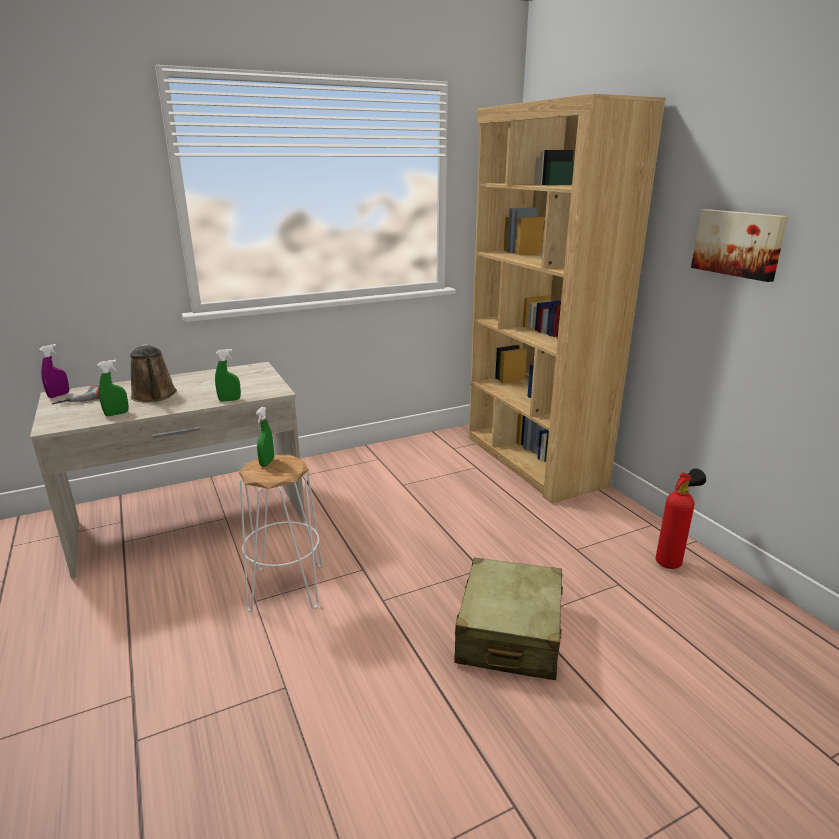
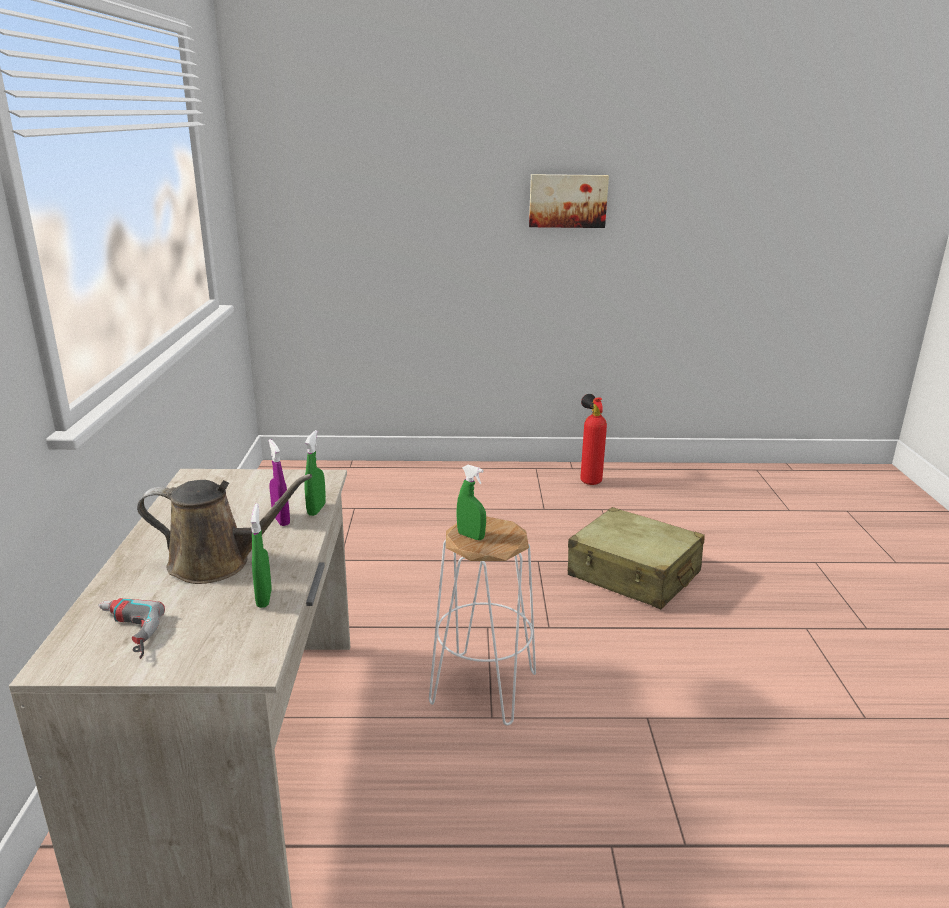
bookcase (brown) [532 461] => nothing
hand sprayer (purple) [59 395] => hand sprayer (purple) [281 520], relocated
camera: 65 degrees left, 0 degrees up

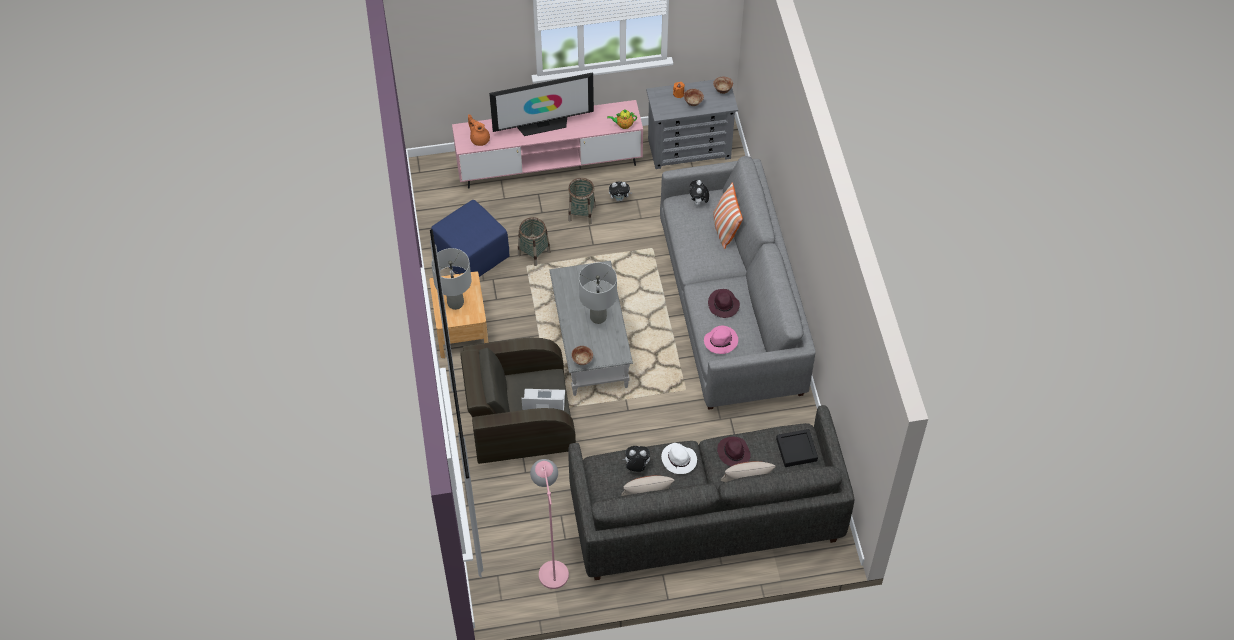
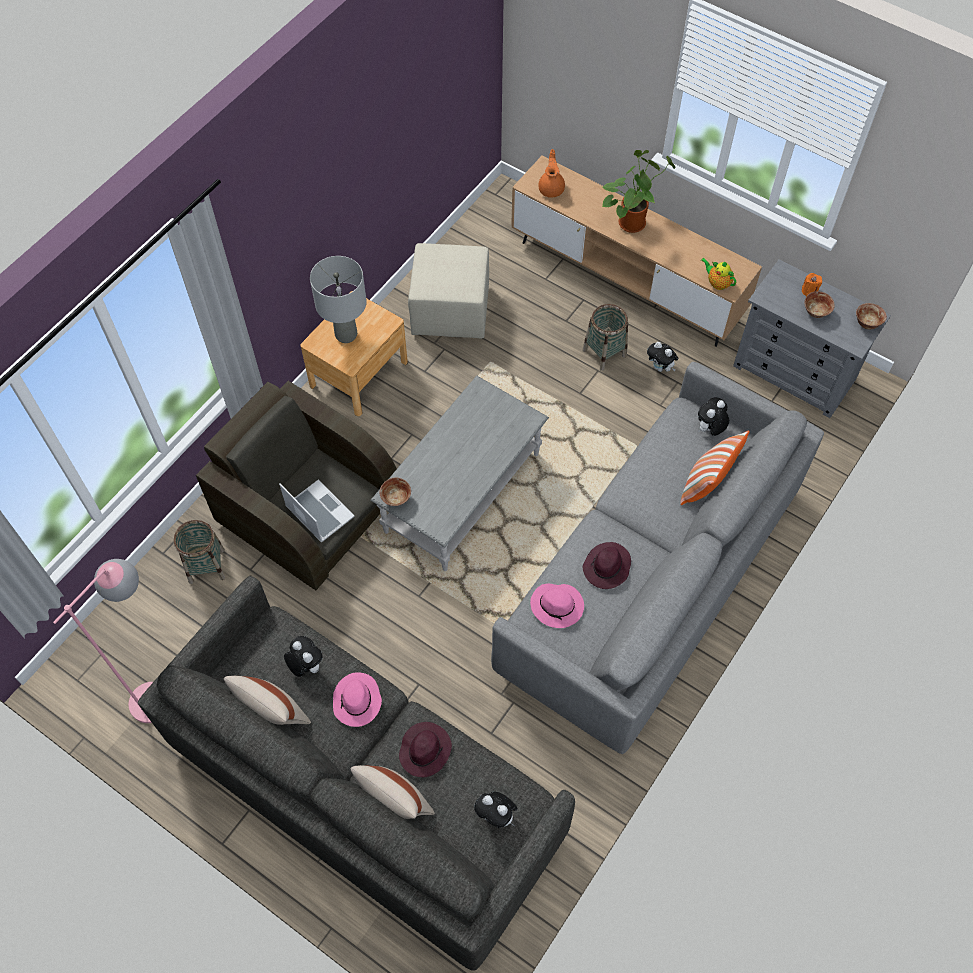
TV [543 125] => potted plant [632 221]
tv stand (pink-coloured) [549 166] => tv stand (brown) [625 281]
ottoman (blue-coloured) [472 255] => ottoman (sand-coloured) [451 310]
household basket [534 253] => household basket [206 565], relocated
lamp for a table (gray) [598 317] => nothing
serving tray (blackish) [796 450] => plush toy [496 816]
clothing hat (white) [679 460] => clothing hat (pink-coloured) [357 701]
camera: 45 degrees right, 5 degrees up

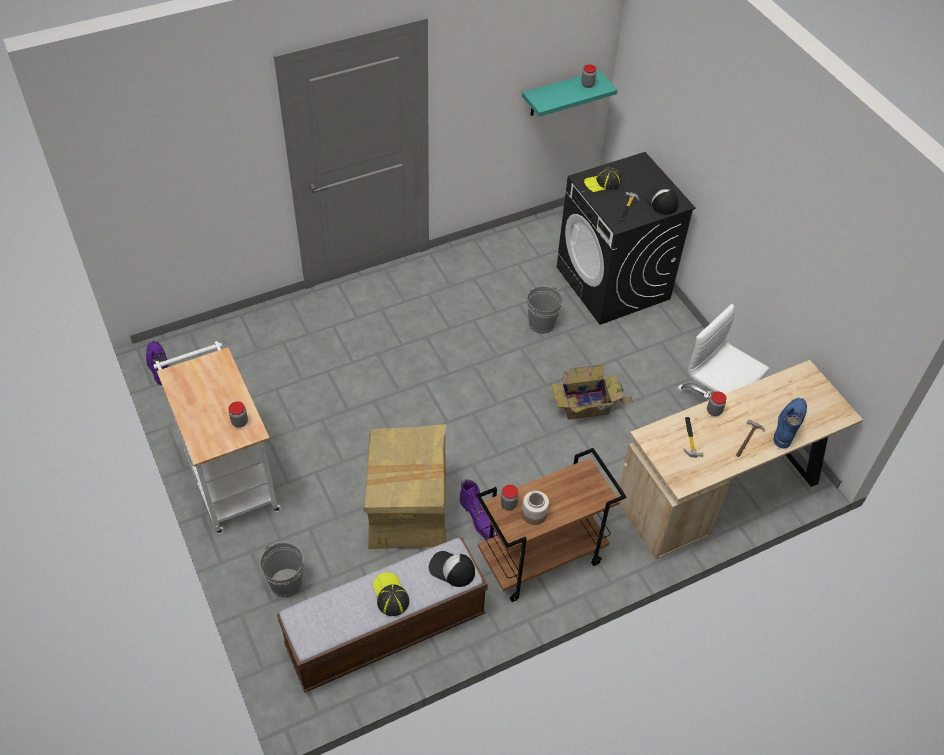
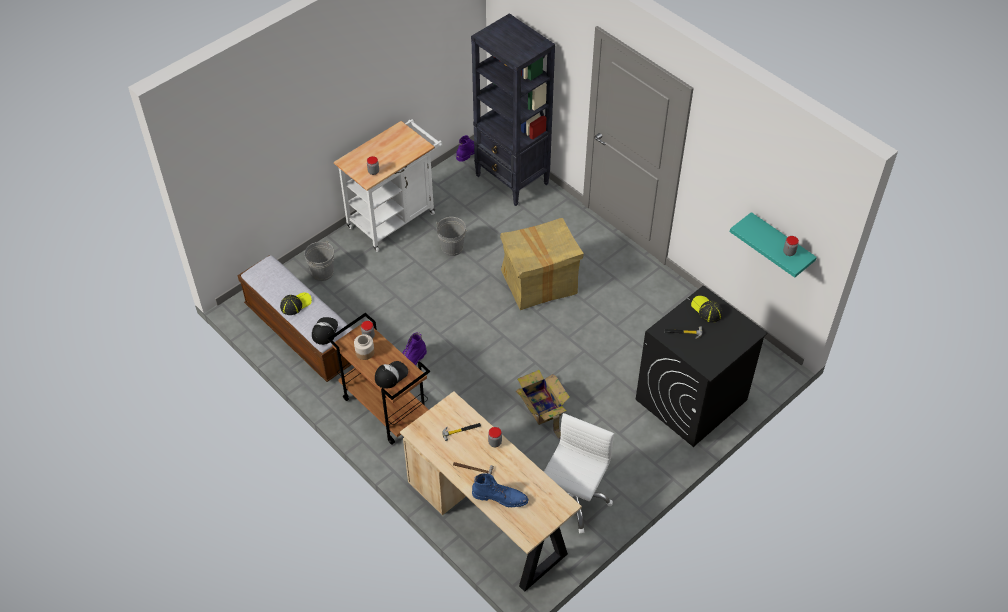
cap [660 202] => cap [391 375], relocated
bucket (gray) [541 323] => bucket (gray) [452 248], relocated
carton [407 511] => carton [539 282], relocated
nothing => bookcase (blackish) [512 180]
camera: 75 degrees right, 0 degrees up

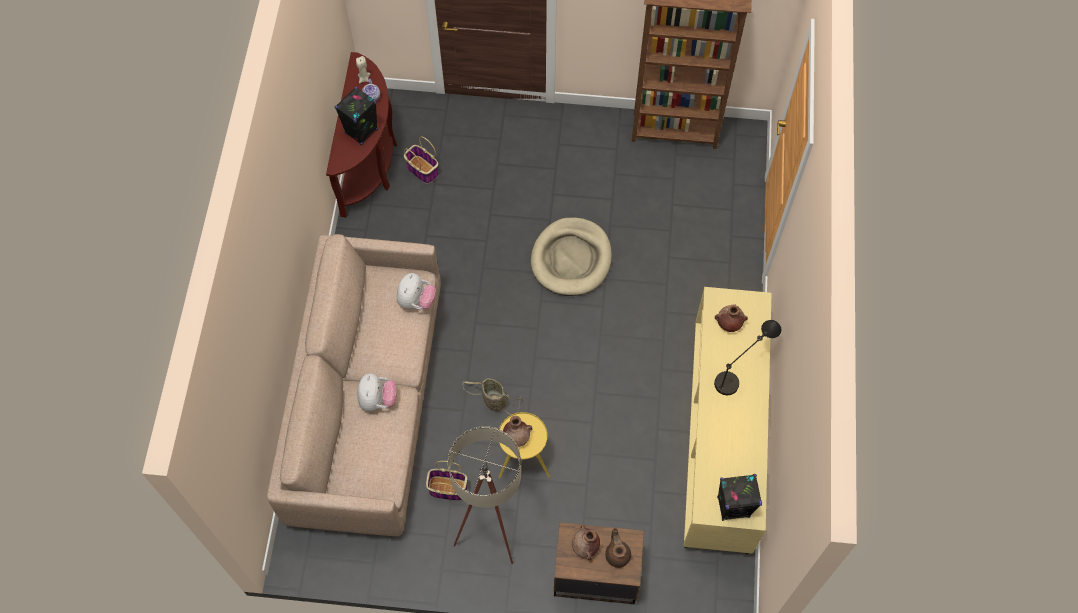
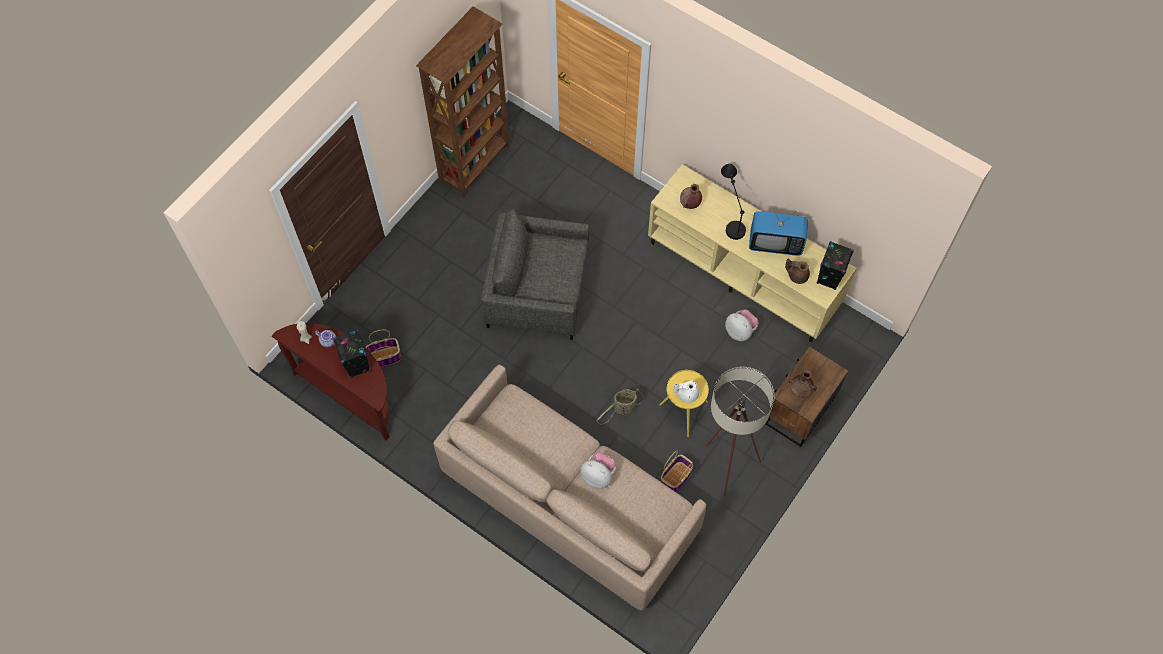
dog bed (sand-coloured) [571 259] => armchair (gray) [537 292]
plush toy [416 301] => plush toy [740 331], relocated
decorative vase (brown) [516 437] => teapot (white) [686 394]
teapot (brown) [617 554] => teapot (brown) [797 275], relocated
nothing => TV [775 243]
camera: 60 degrees left, 0 degrees up

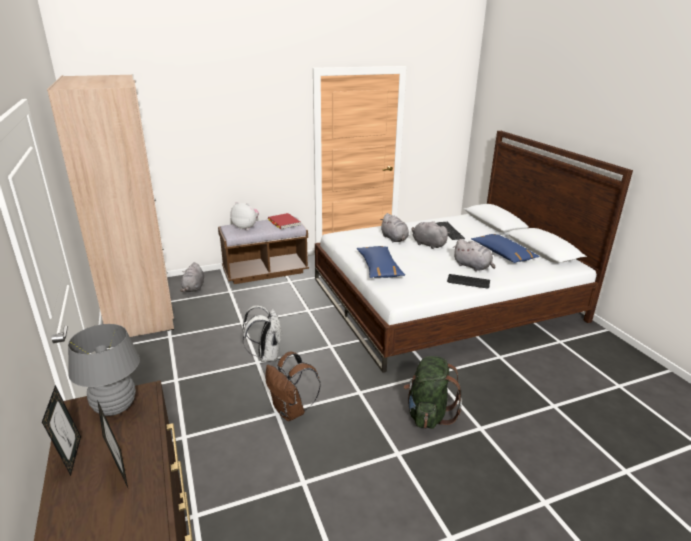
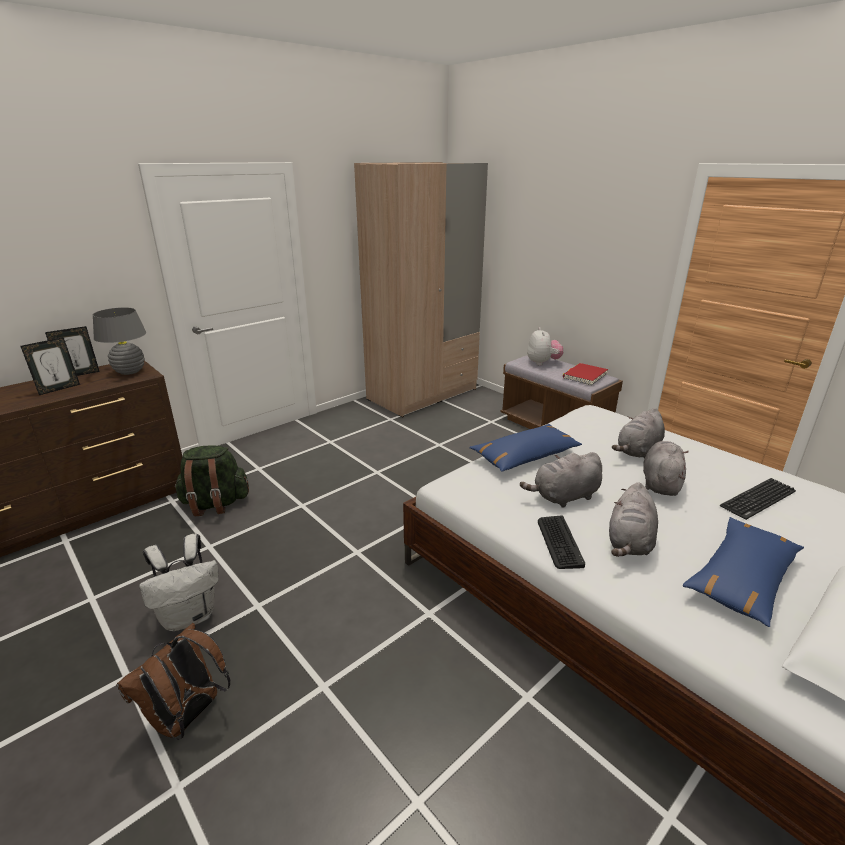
plush toy (gray) [194 288] => plush toy (gray) [564 497], relocated
backpack (white) [266 356] => backpack (white) [190 615], relocated
backpack (brown) [291 411] => backpack (brown) [188 717], relocated
backpack (greenish) [428 414] => backpack (greenish) [215 504], relocated
camera: 70 degrees right, 0 degrees up

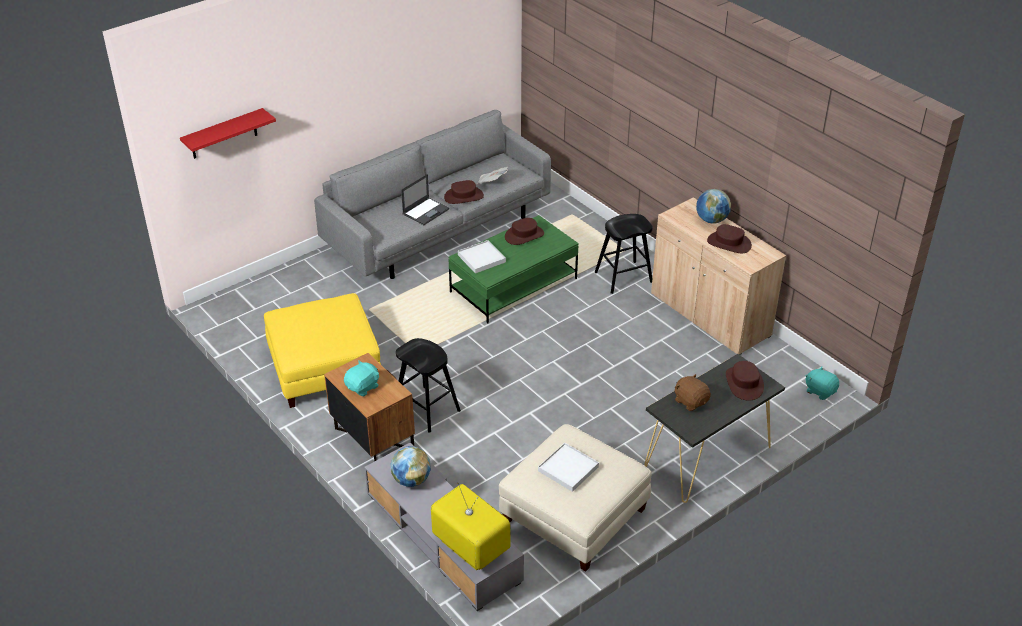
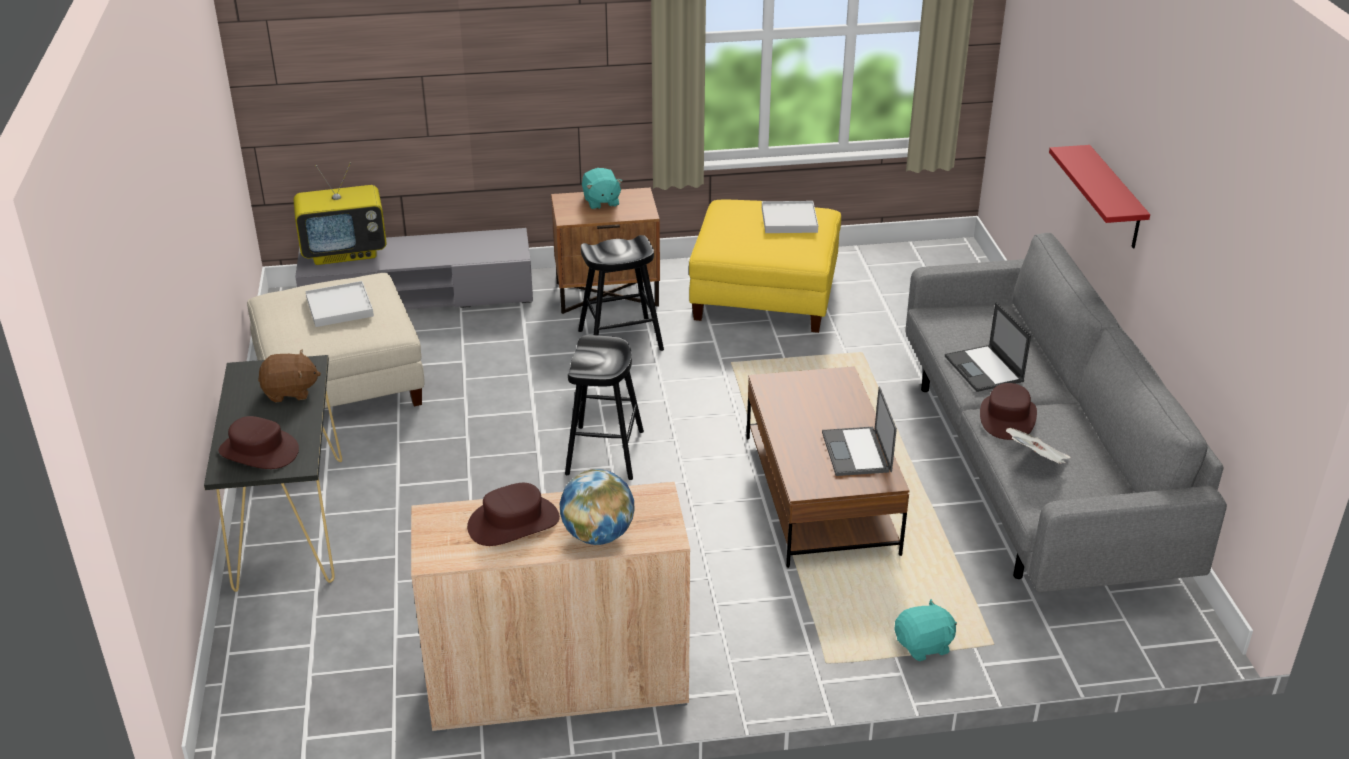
shelf (reddish) [223 134] => shelf (reddish) [1115 199], relocated
sitting stool (blackish) [623 277] => sitting stool (blackish) [605 452], relocated
coffee table (greenish) [513 285] => coffee table (brown) [820 494]
clothing hat (brown) [524 235] => portable computer [857 452]
serving tray (white) [481 258] => serving tray (white) [789 220], relocated
plush toy (turquoise-coloured) [820 391] => plush toy (turquoise-coloured) [924 646], relocated
globe [411 480] => nothing
camera: 120 degrees right, 5 degrees down

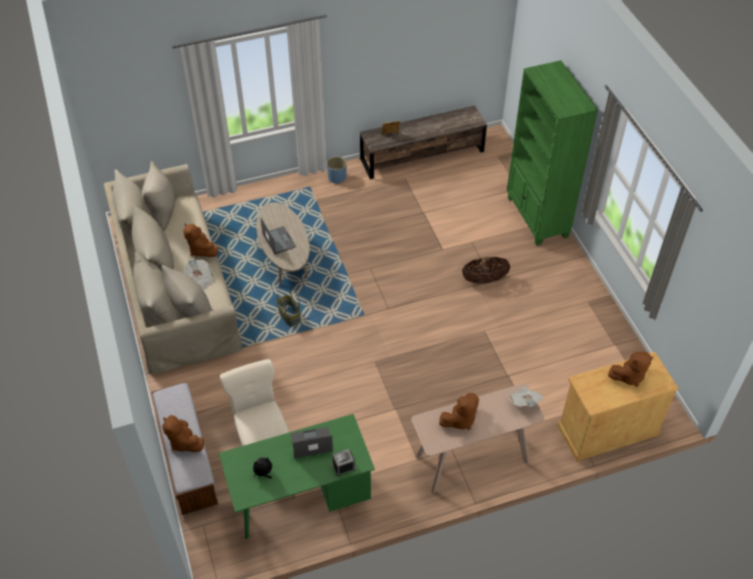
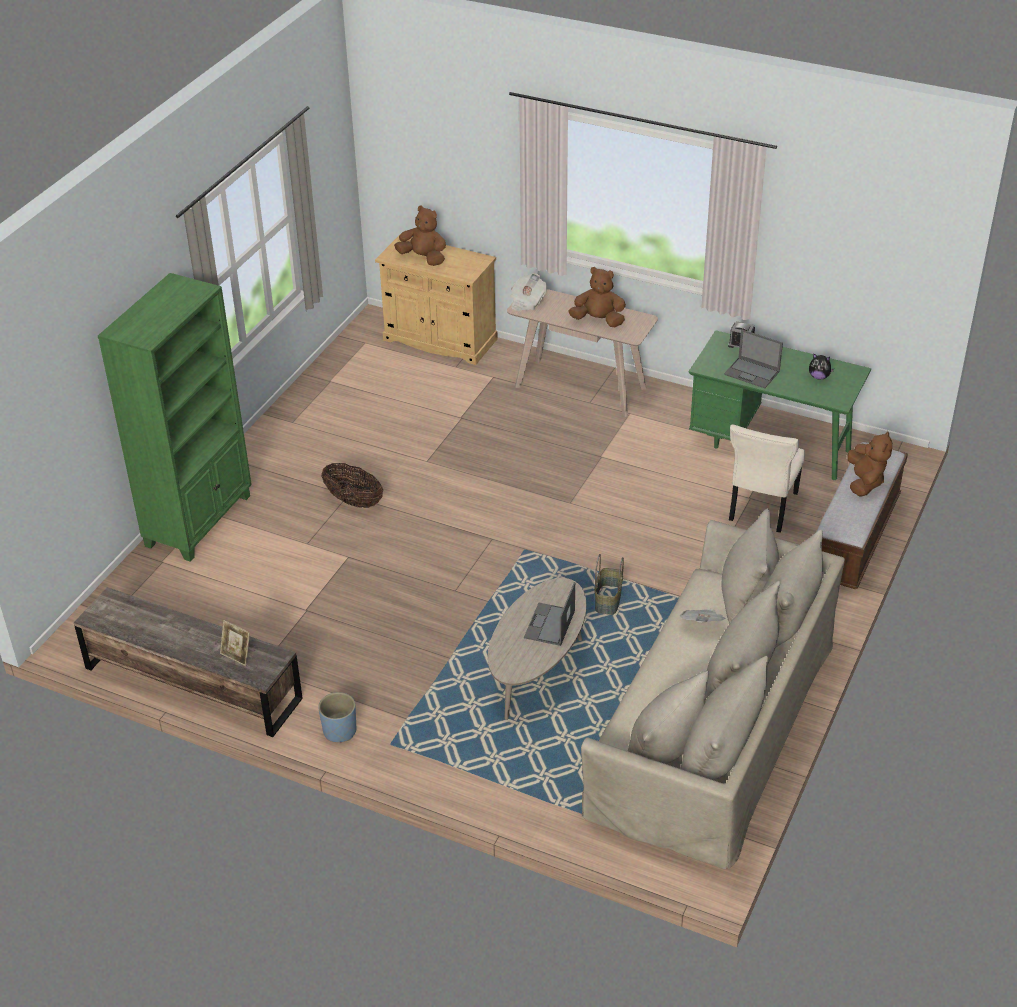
plush toy (brown) [201 250] => nothing
camera: 135 degrees left, 10 degrees down

